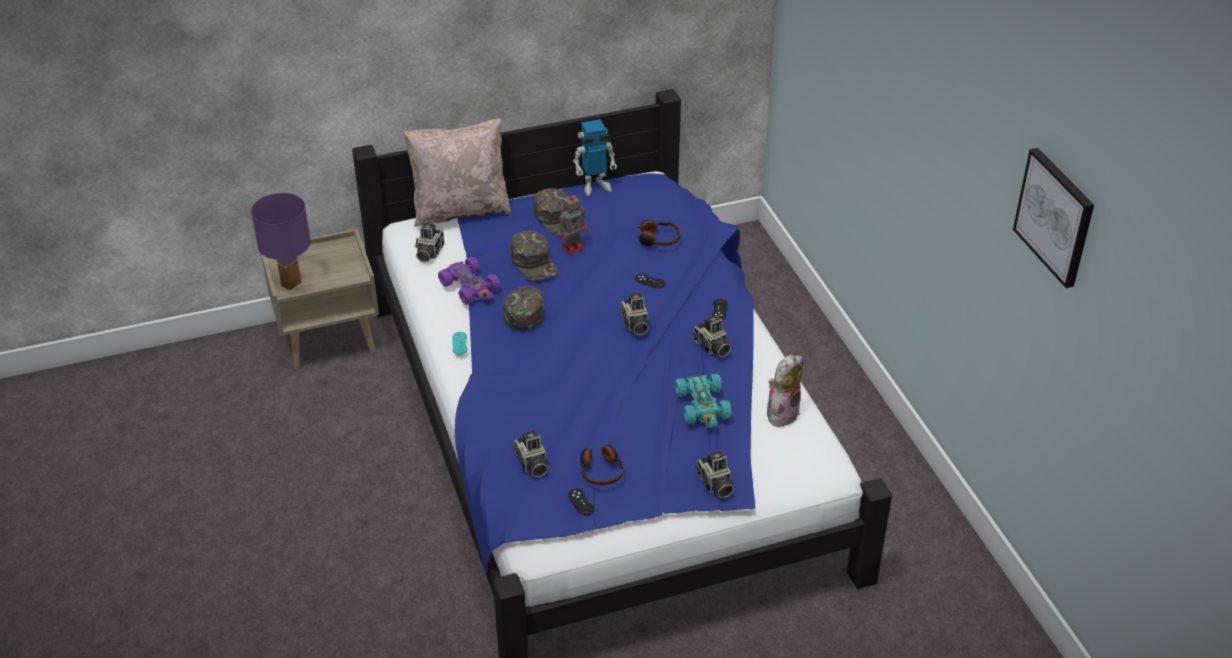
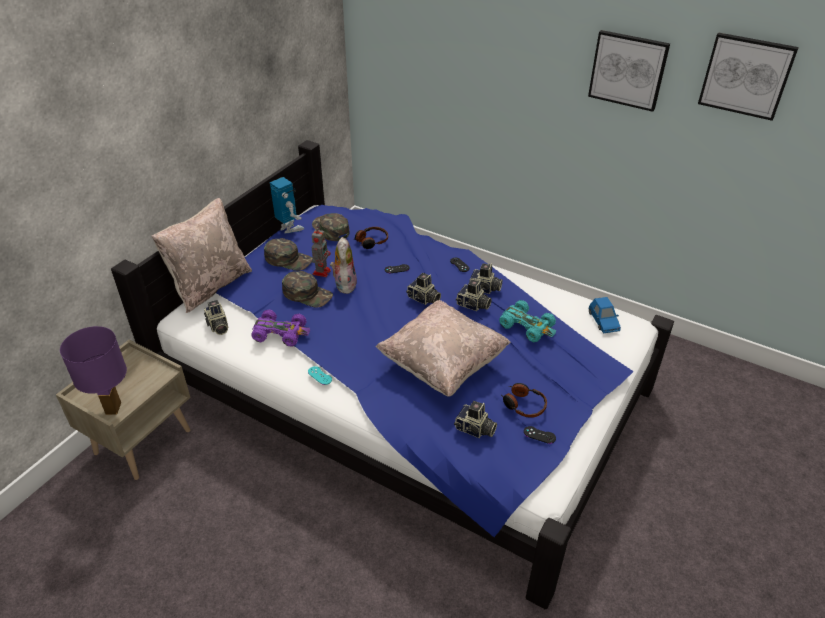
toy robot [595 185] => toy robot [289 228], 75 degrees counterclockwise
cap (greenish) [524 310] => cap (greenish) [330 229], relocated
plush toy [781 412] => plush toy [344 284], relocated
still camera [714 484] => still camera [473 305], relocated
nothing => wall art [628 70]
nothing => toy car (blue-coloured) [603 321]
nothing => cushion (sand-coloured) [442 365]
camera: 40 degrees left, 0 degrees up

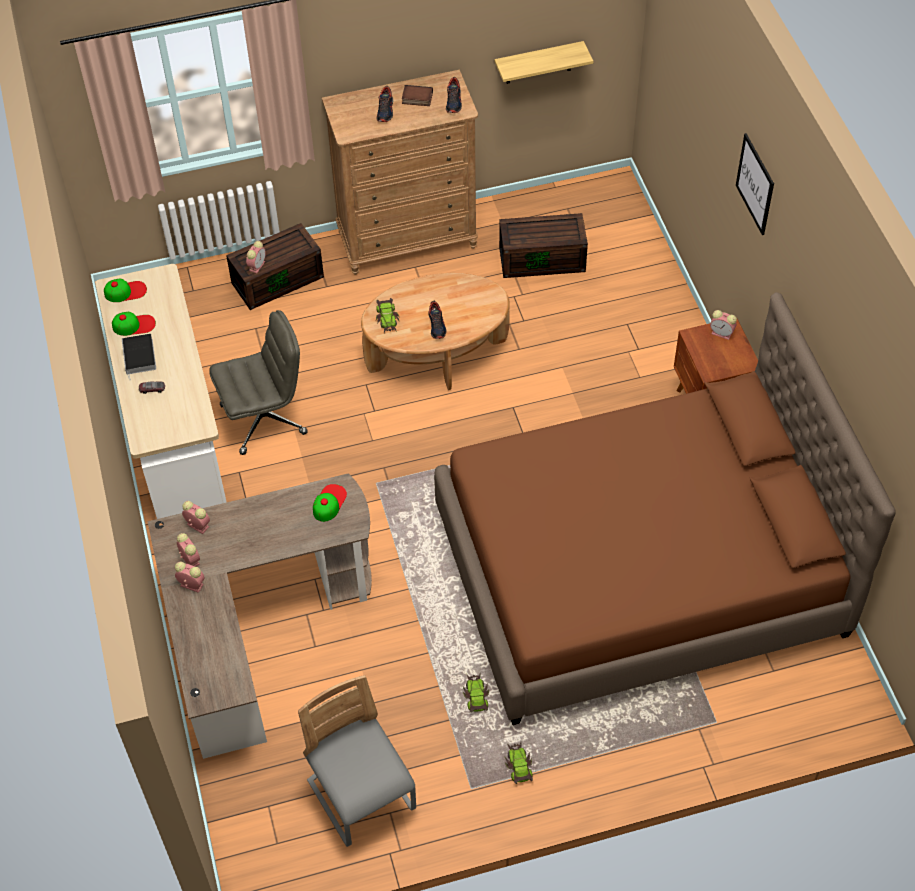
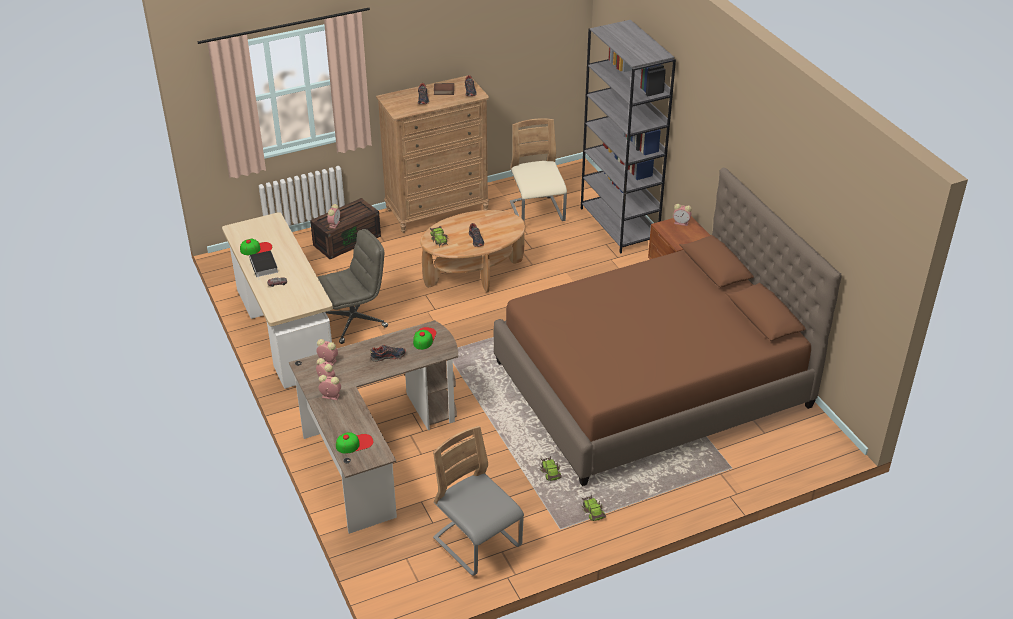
shelf [538 63] => nothing
wall art [755 184] => nothing
storage box (brown) [543 258] => plain chair (sand-coloured) [537 213]
cap [125 291] => cap [354 443], relocated
nothing => bookcase (gray) [619 225]
nothing => item of footwear [388 356]
camera: 10 degrees left, 15 degrees down

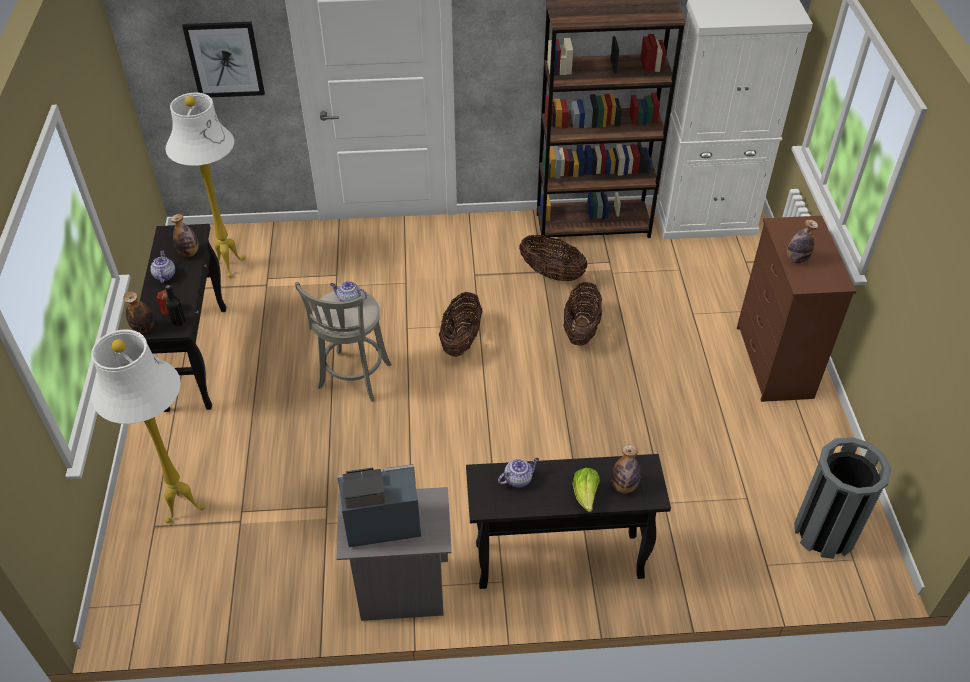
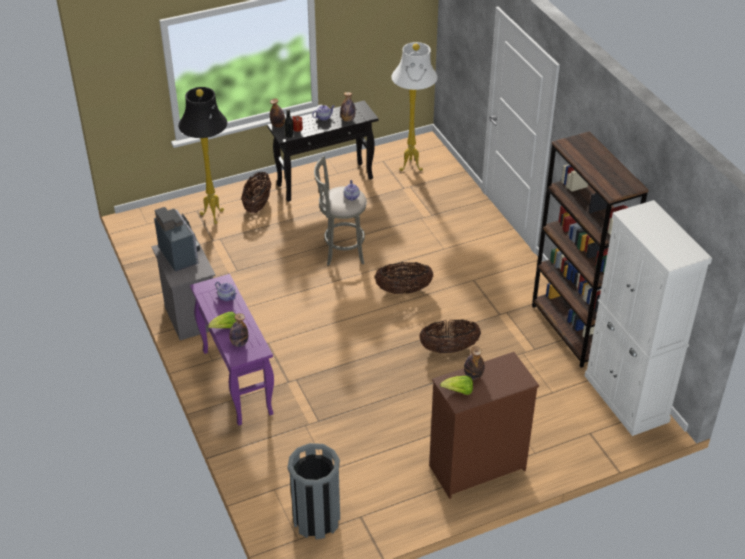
wall art [225 59] => nothing
household basket [551 273] => household basket [257 205], relocated
standard lamp (white) [182 507] => standard lamp (blackish) [213 216]
hall table (blackish) [557 561] => hall table (purple) [236 381]
nothing => head of lettuce [459 391]
camera: 70 degrees right, 5 degrees down

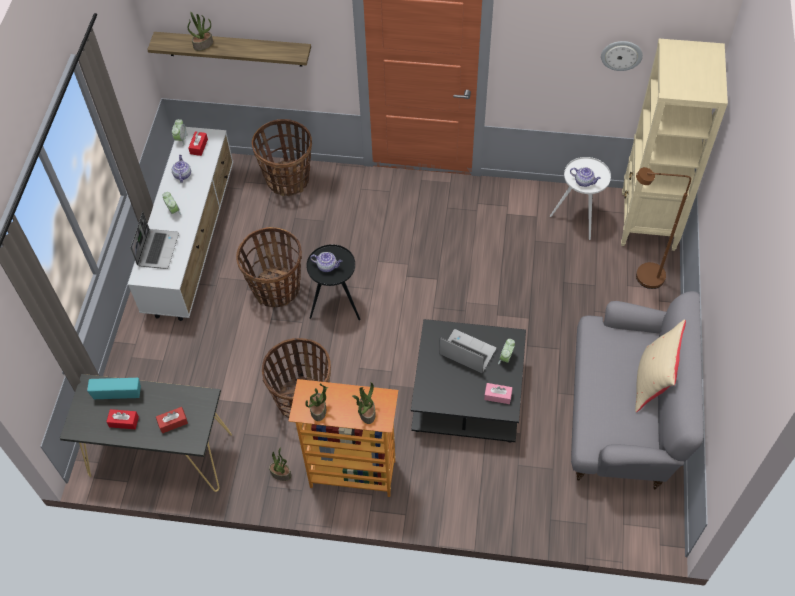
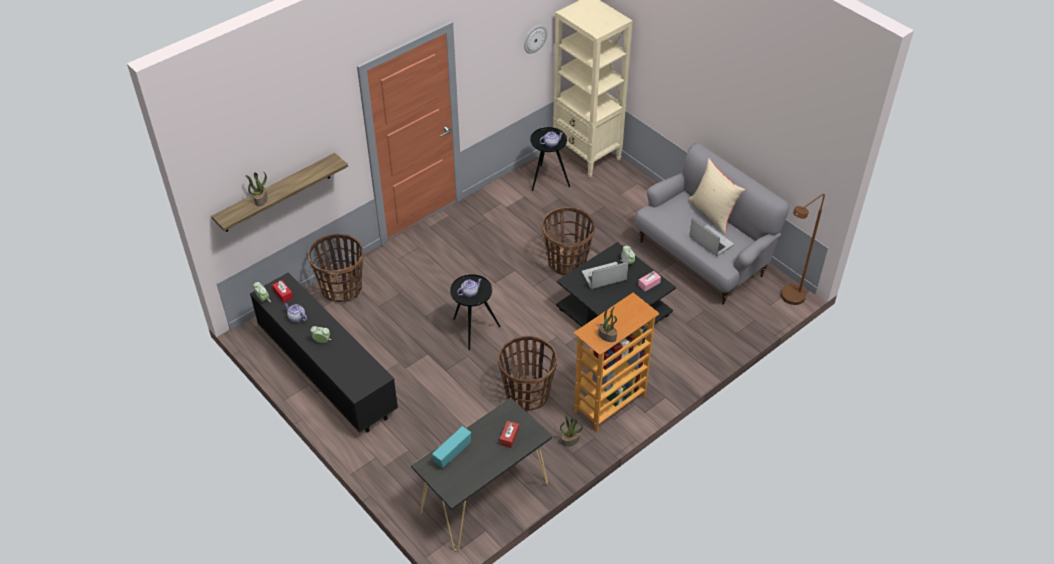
tv stand (white) [192 241] => tv stand (blackish) [327 371]
end table (white) [579 216] => end table (blackish) [548 179]
standard lamp (brown) [641 277] => standard lamp (brown) [789 299], relocated
portable computer [157 249] => portable computer [710 241], relocated
household basket [276 289] => household basket [567 262], relocated
potted plant [366 412] => nothing
tissue holder (reddish) [124 422] => nothing
camera: 50 degrees left, 10 degrees down

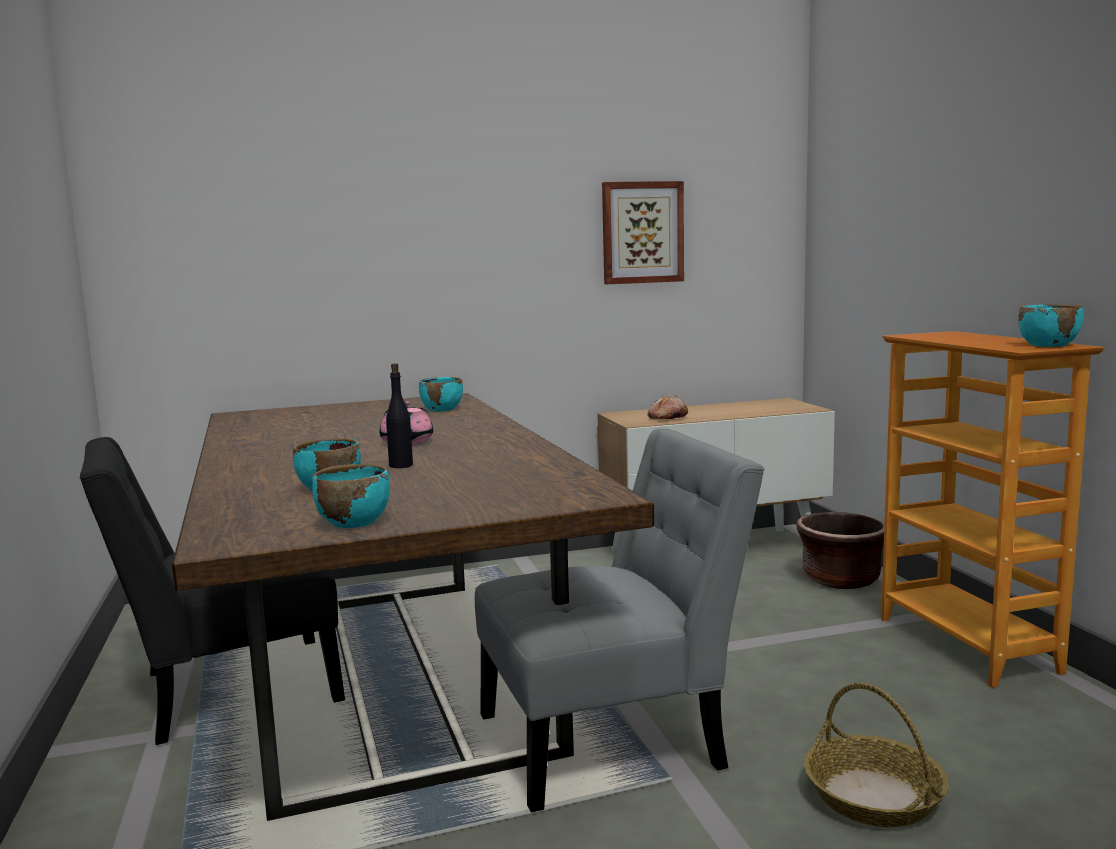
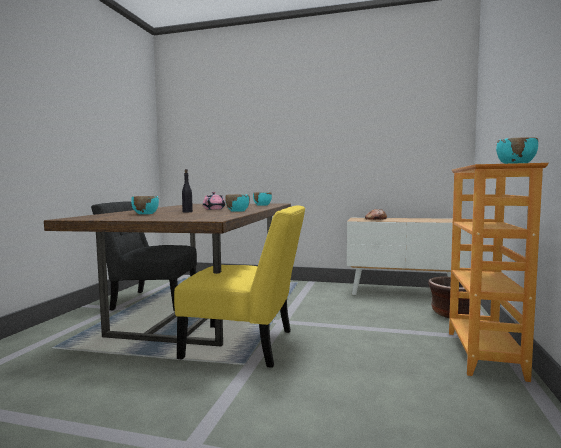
wall art [642 232] => nothing
plain chair (gray) [612 738] => plain chair (yellow) [245 345]
deep dish (turquoise-coloured) [353 522] => deep dish (turquoise-coloured) [237 211], relocated
household basket [874 796] => nothing
camera: 30 degrees right, 5 degrees down

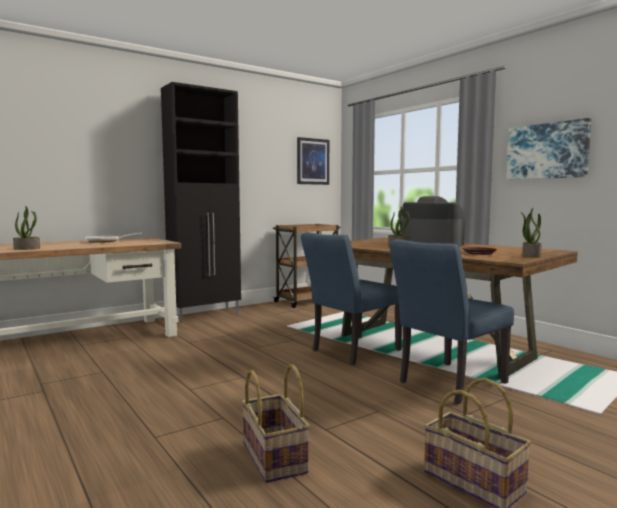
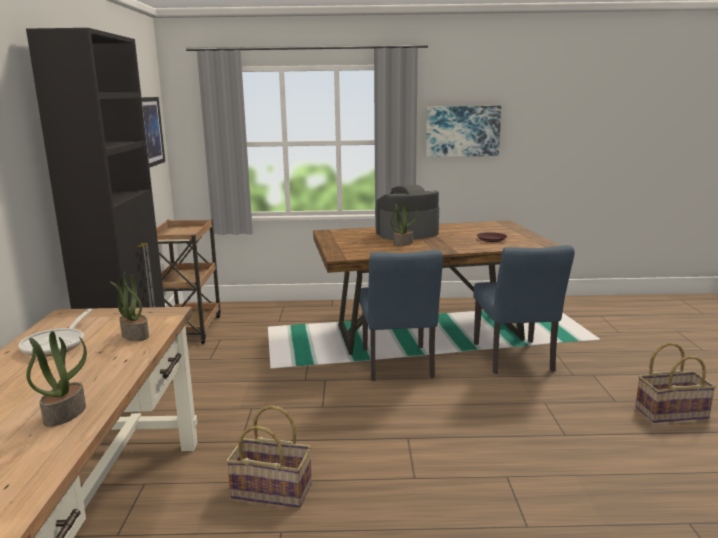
potted plant [530 255] => potted plant [134 335], relocated
household basket [275 457] => household basket [272 490], relocated
camera: 55 degrees left, 10 degrees up

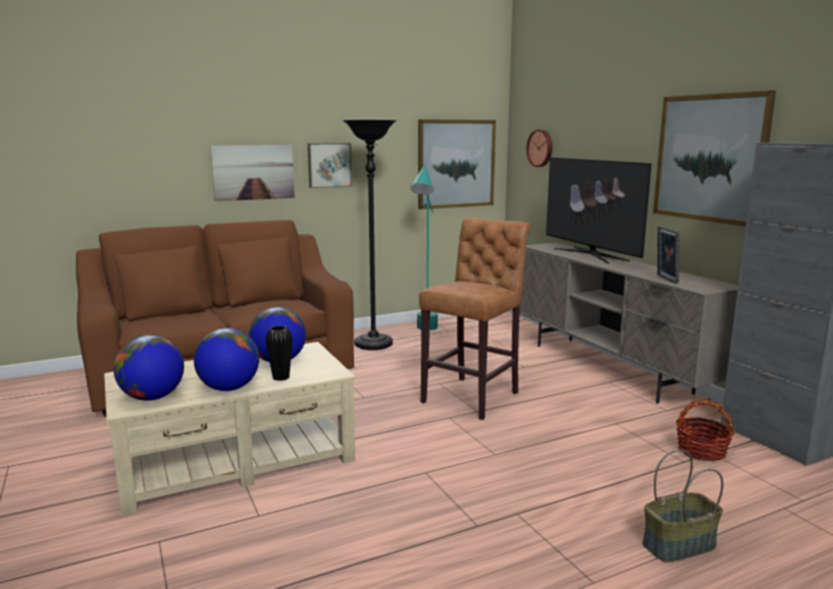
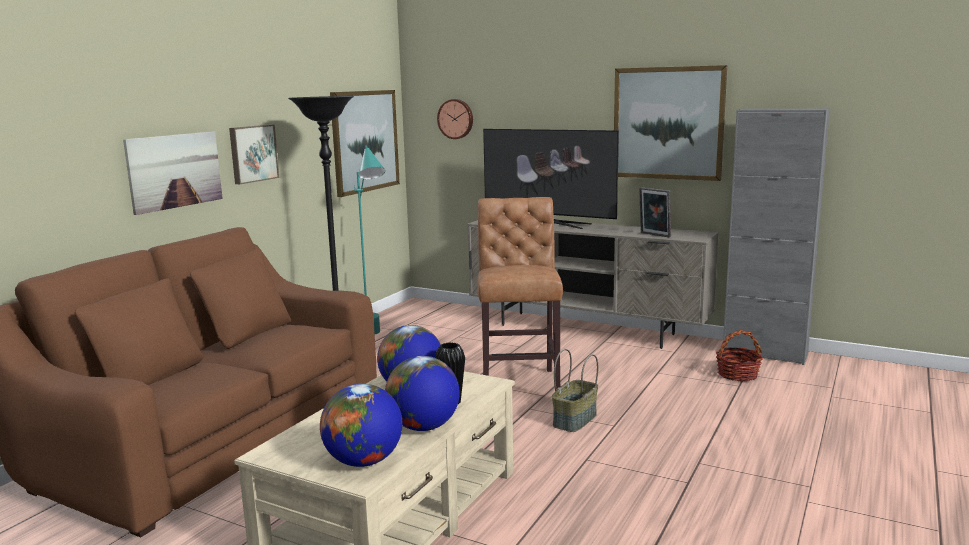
household basket [679 546] => household basket [575 420], relocated
camera: 35 degrees left, 0 degrees up

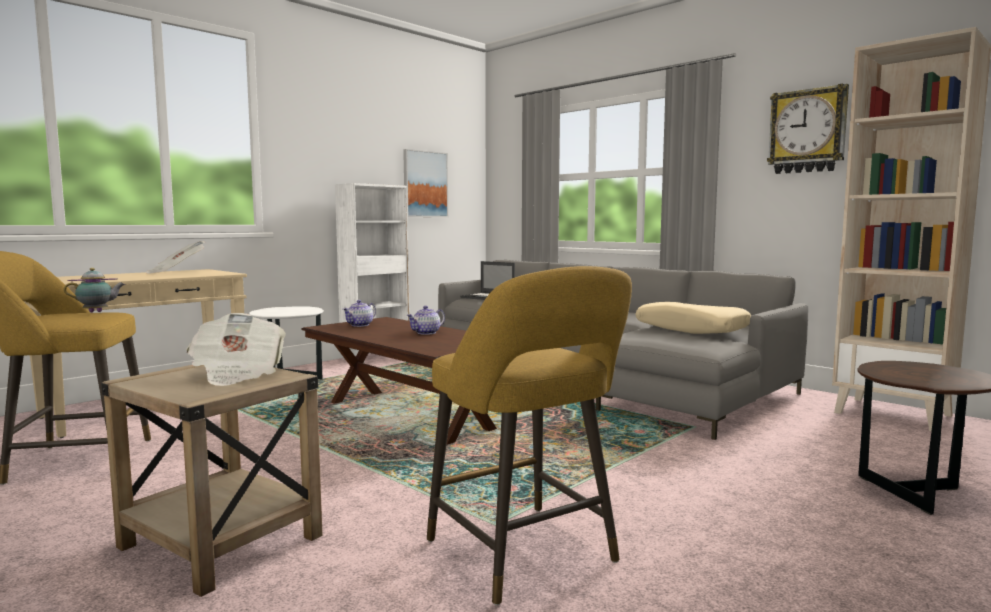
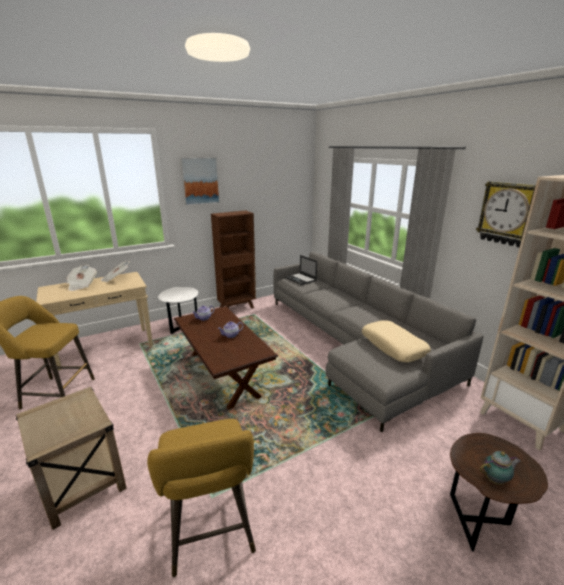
wall art [425 184] => wall art [200 181], relocated
bookcase (white) [376 357] => bookcase (brown) [237 308]
teapot [97 312] => teapot [496 480], relocated
daily paper [237 374] => daily paper [82 285], relocated
camera: 15 degrees right, 15 degrees up

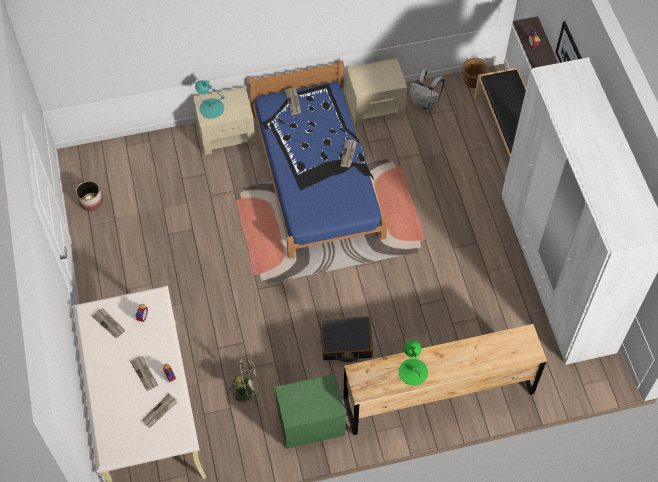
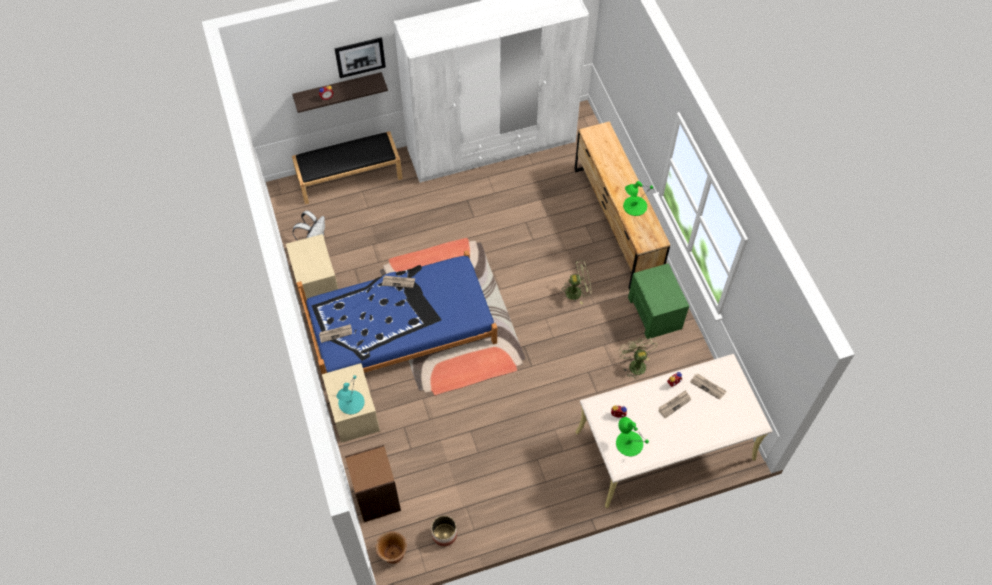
plant pot (brown) [473 82] => plant pot (brown) [393 554], relocated
daily paper [109 323] => lamp for a table (greenish) [629 443]
suitcase (blackish) [346 342] => cooling fan (greenish) [577 291]
nothing => bookcase (brown) [376 498]
camera: 95 degrees left, 0 degrees up

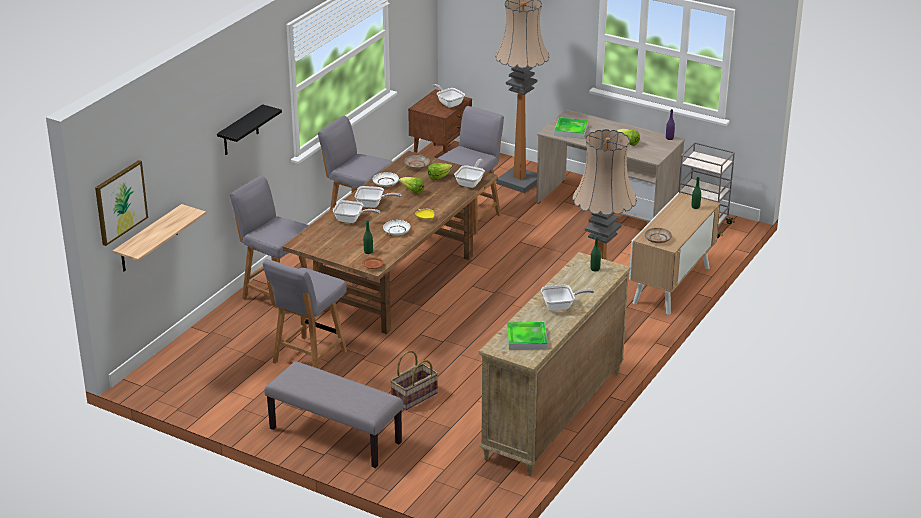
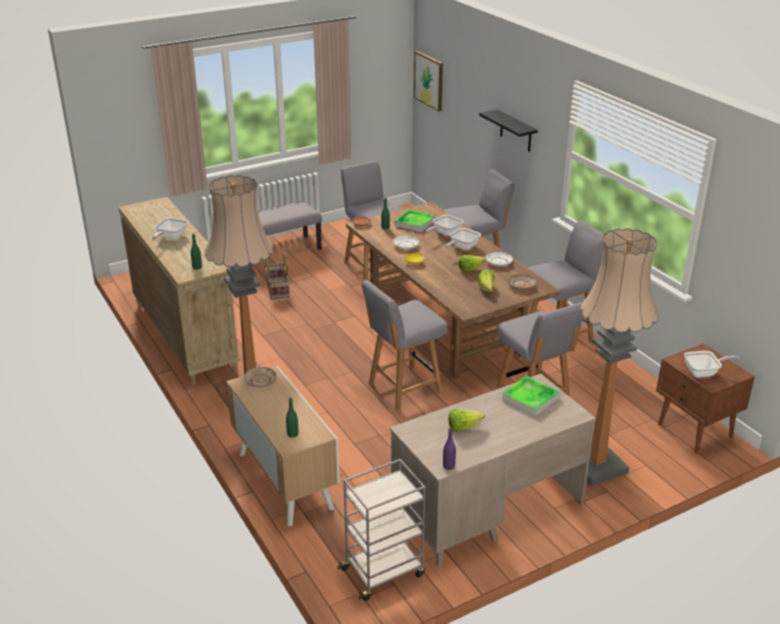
frying pan [471 182] => nothing
shelf [149 239] => nothing
serving tray [526 338] => serving tray [415 223], relocated
nothing => plain chair (gray) [403 389]
camera: 120 degrees right, 0 degrees up

